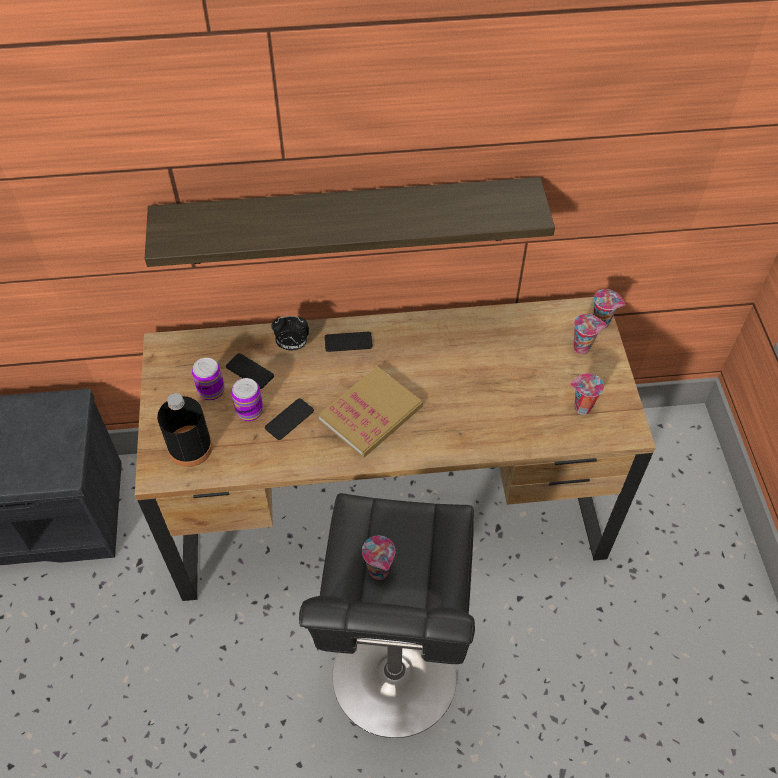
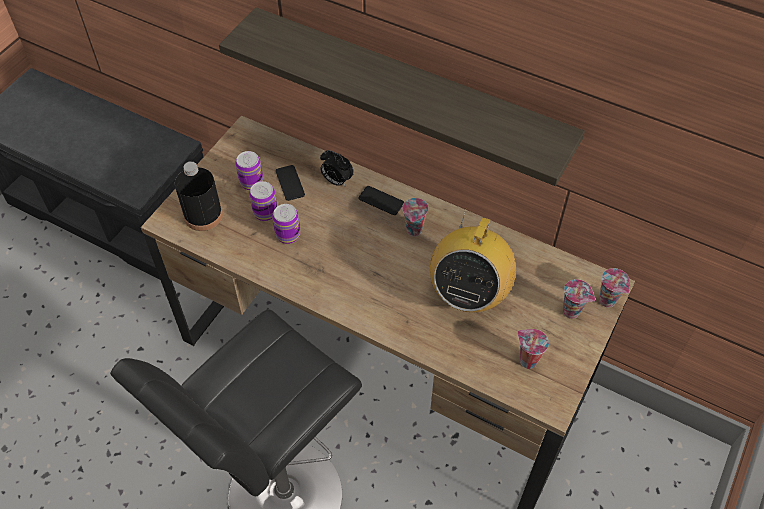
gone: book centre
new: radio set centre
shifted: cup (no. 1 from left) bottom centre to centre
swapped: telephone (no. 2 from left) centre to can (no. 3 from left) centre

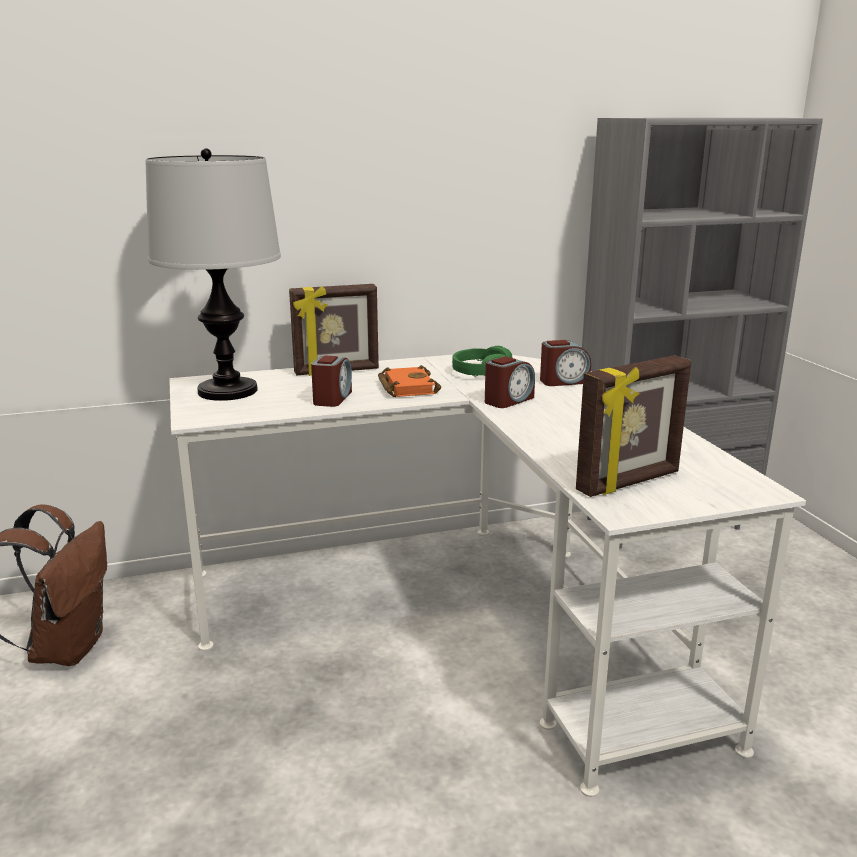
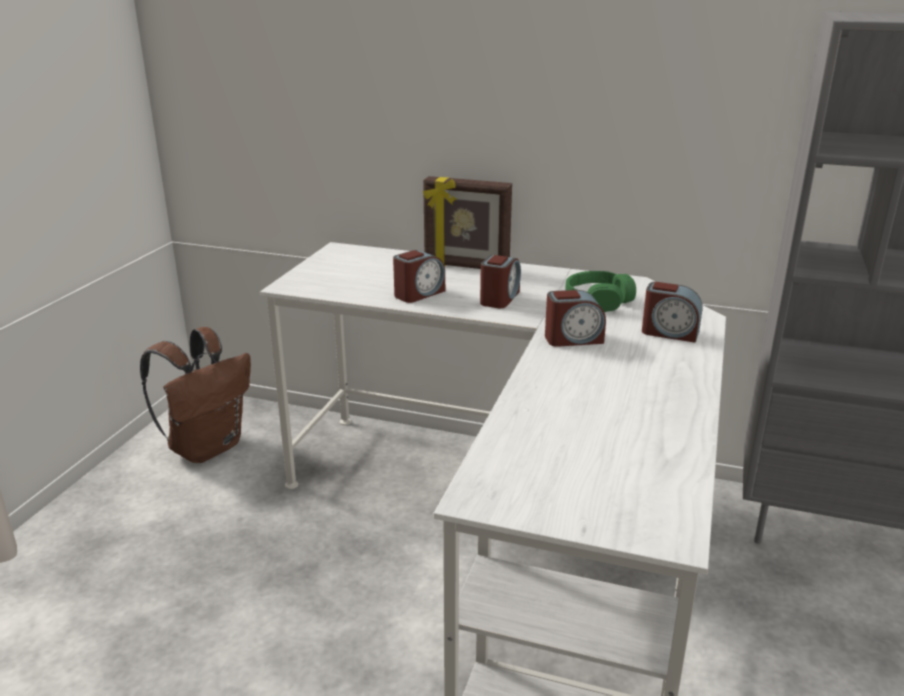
gone: tabletop lamp top left; standing frame (no. 2 from left) middle right
swapped: orange book centre to alarm clock (no. 2 from left) centre

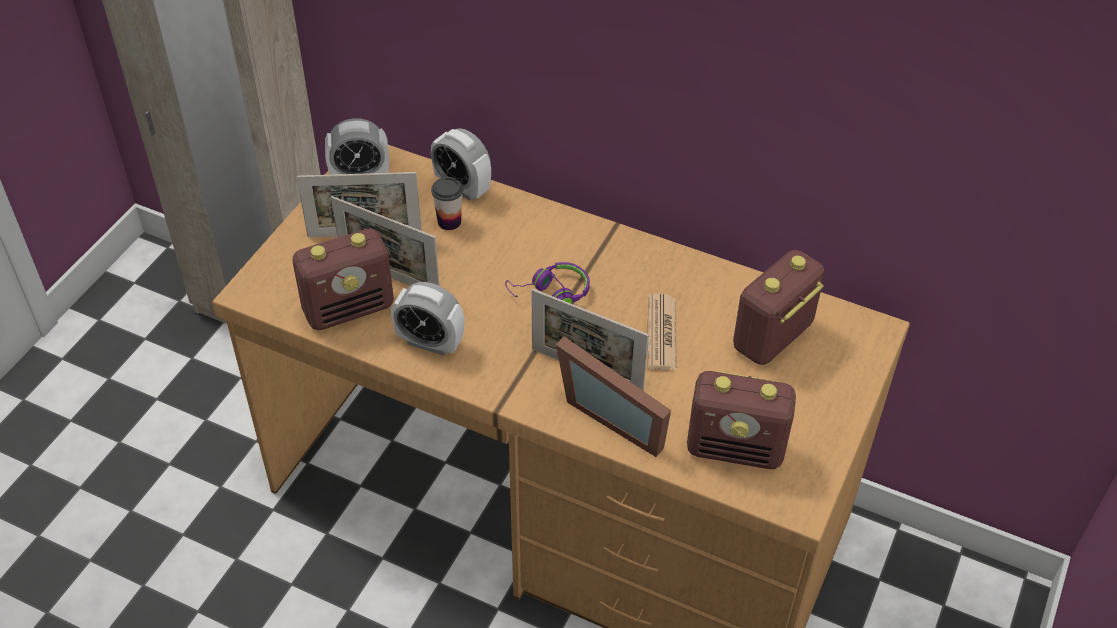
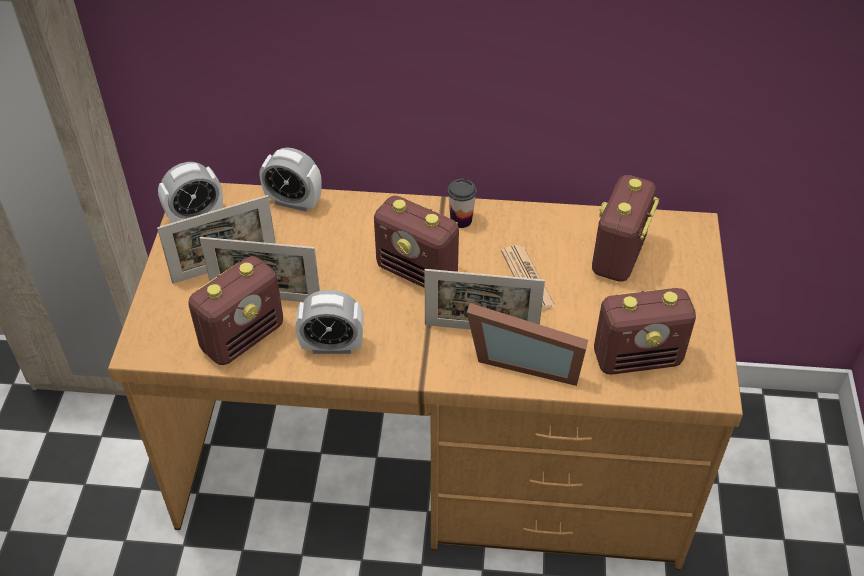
shifted: cup top centre to centre
swapped: purple headset centre to radio set (no. 2 from left) centre

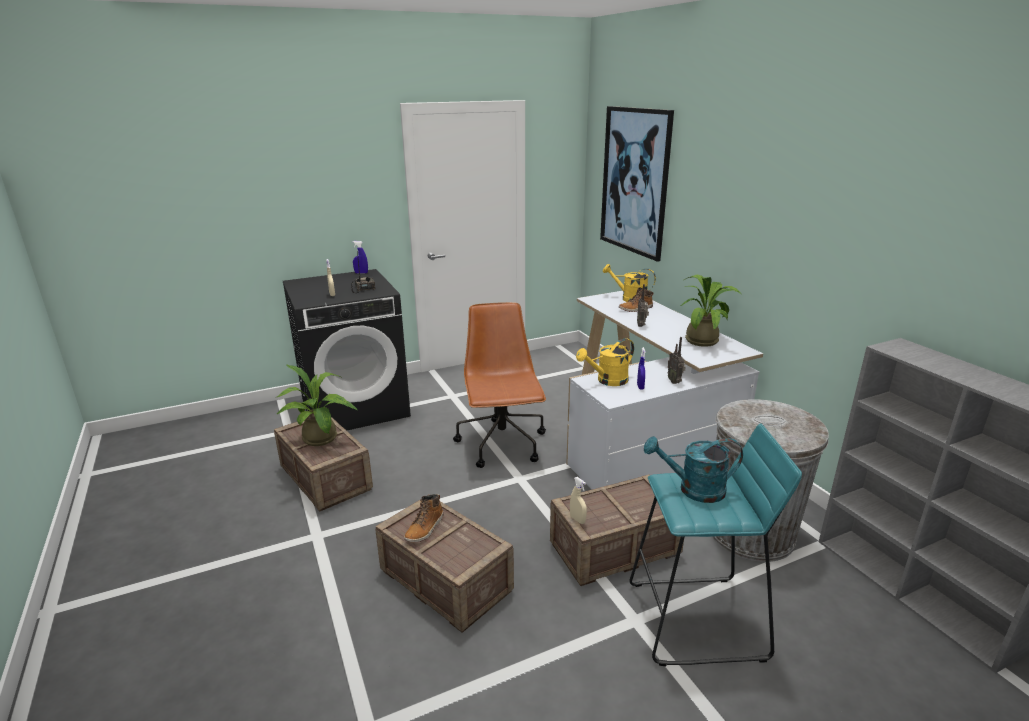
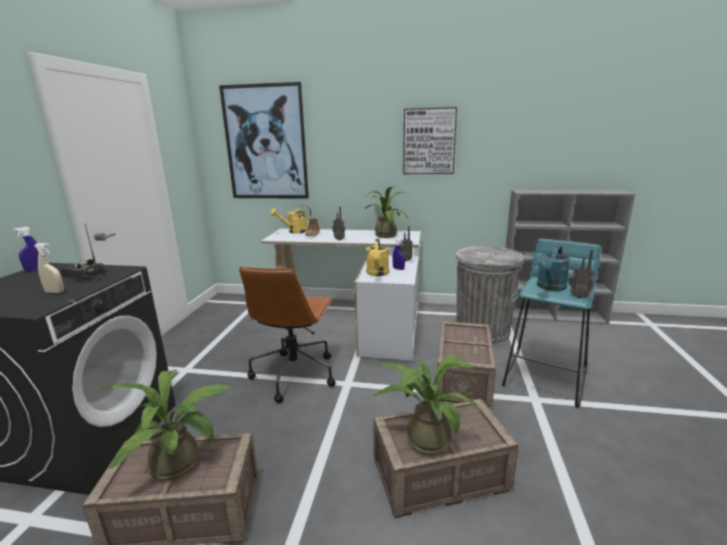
gone: beige-coloured sprayer (no. 2 from left) bottom centre
new: picture (no. 2 from left) top centre; radio set (no. 4 from left) middle right
swapped: tall boot (no. 1 from left) bottom centre to plant in a pot (no. 3 from left) bottom centre
rotated: brown-coloured office chair centre = centre 105 degrees counterclockwise

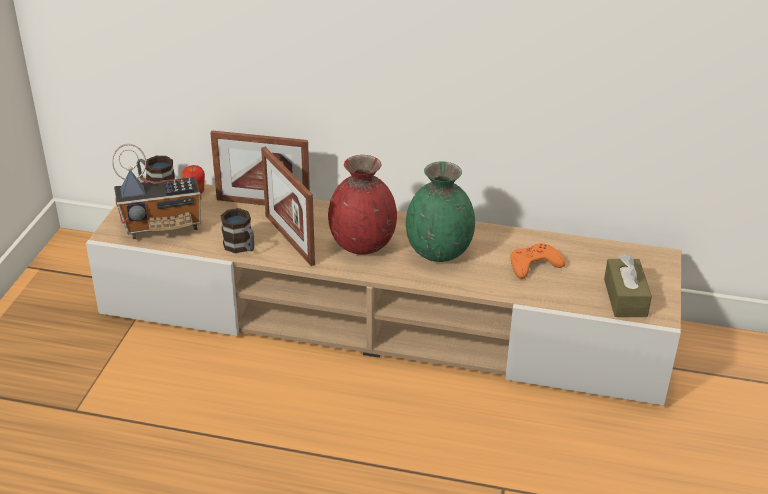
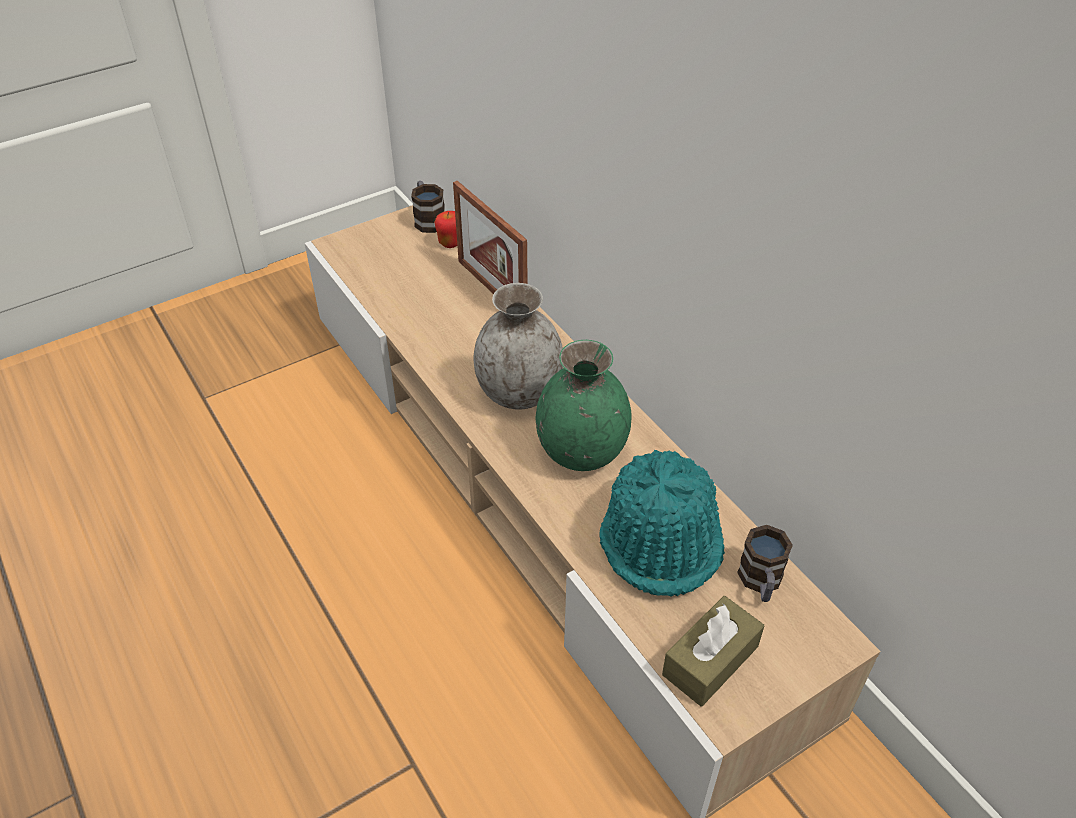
gone: radio set middle left; standing frame (no. 2 from left) centre
shifted: mug (no. 2 from left) middle left to bottom right
swapped: orange game controller middle right to turquoise hat centre
repainted: reddish flower vase centre to grey flower vase centre

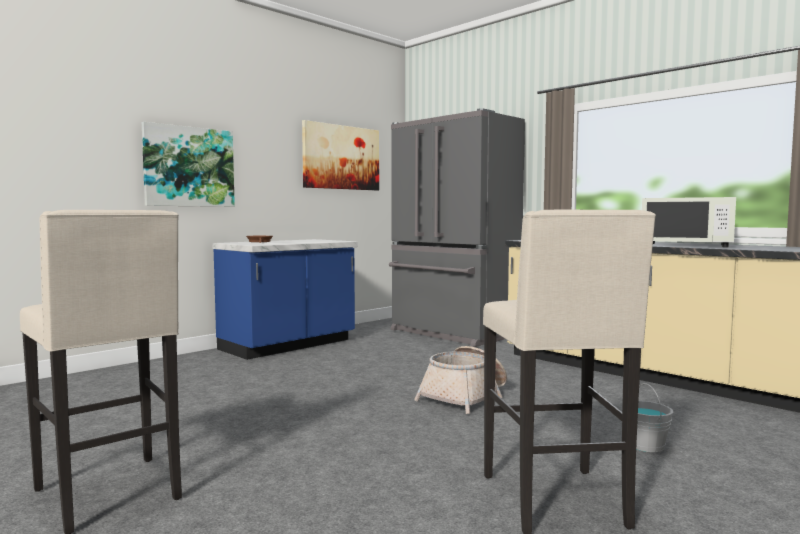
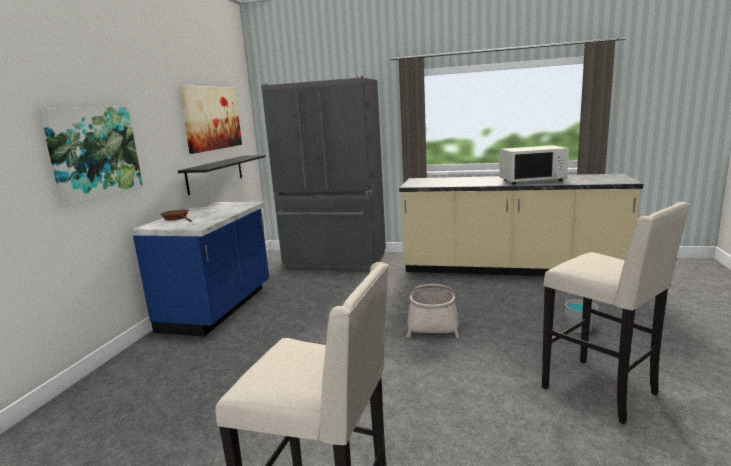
new: black-coloured shelf middle left

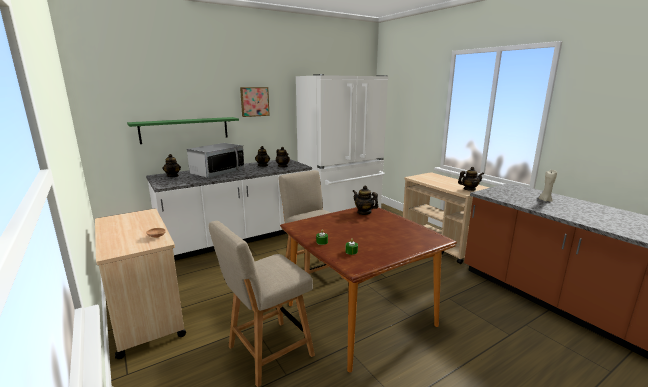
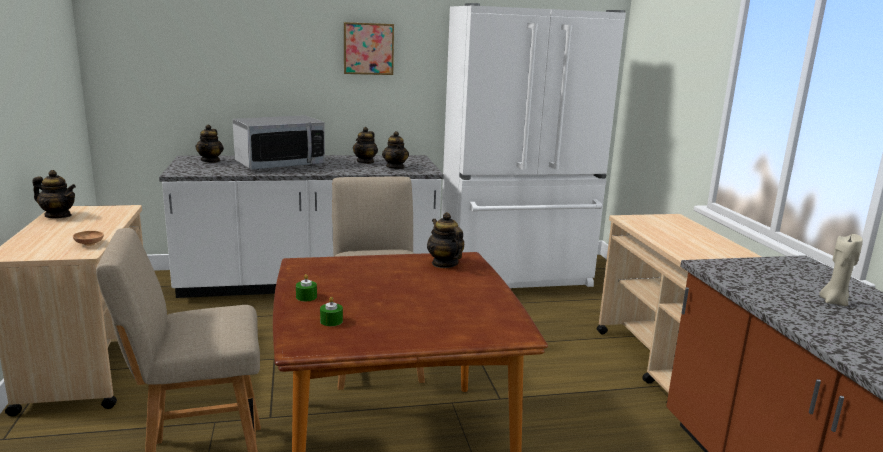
gone: green-coloured shelf middle left
shifted: tea pot (no. 5 from left in the first image) middle right to tea pot (no. 1 from left) middle left

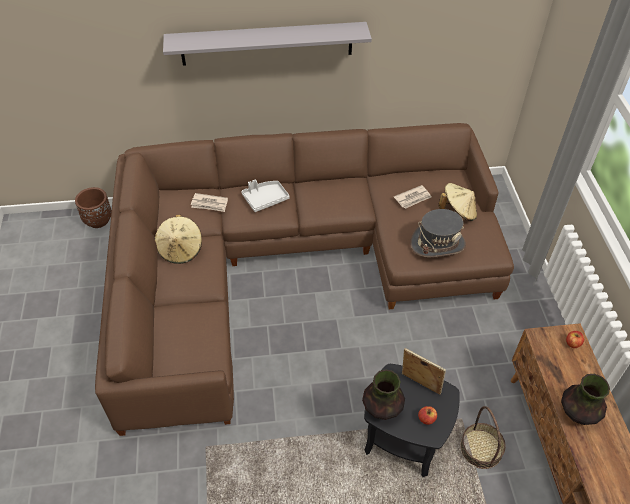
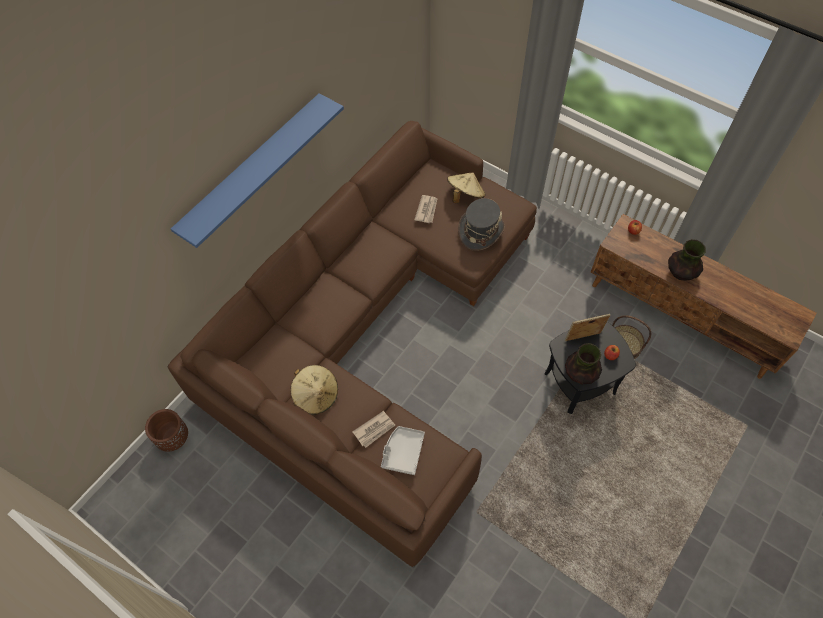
shifted: printed paper (no. 1 from left) middle left to bottom centre; grey tray centre to bottom centre
repainted: grey shelf top centre to blue shelf top left

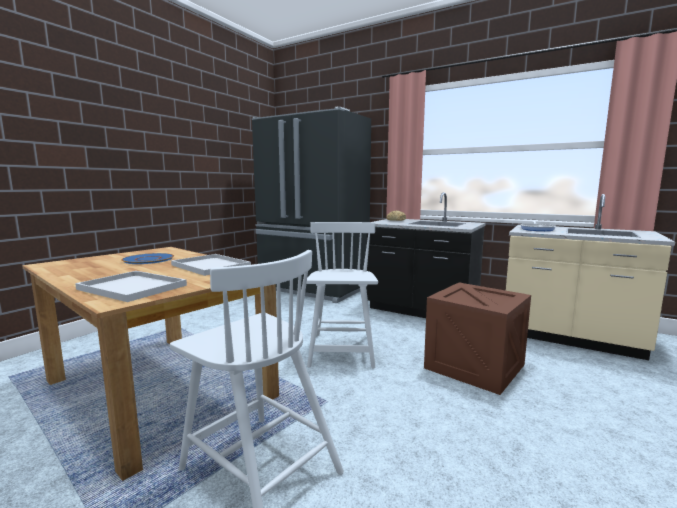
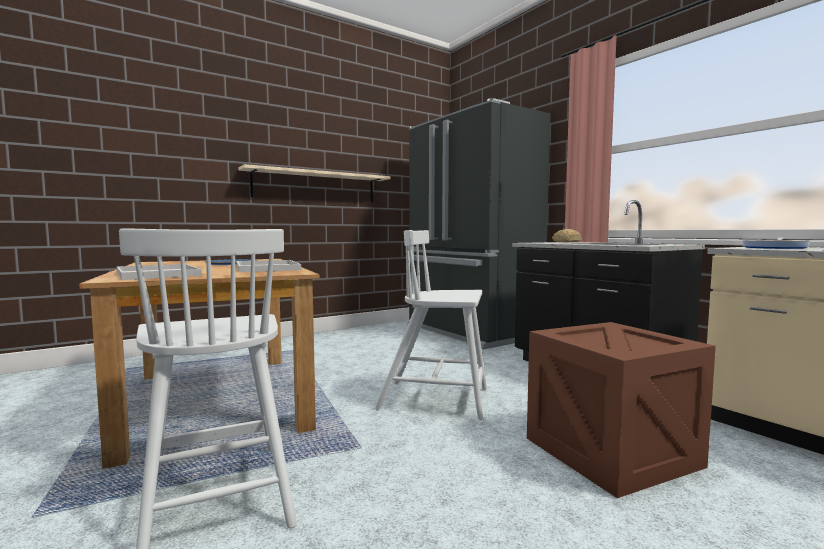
new: beige-coloured shelf centre
rotated: white plain chair (no. 2 from left) centre = centre 105 degrees counterclockwise

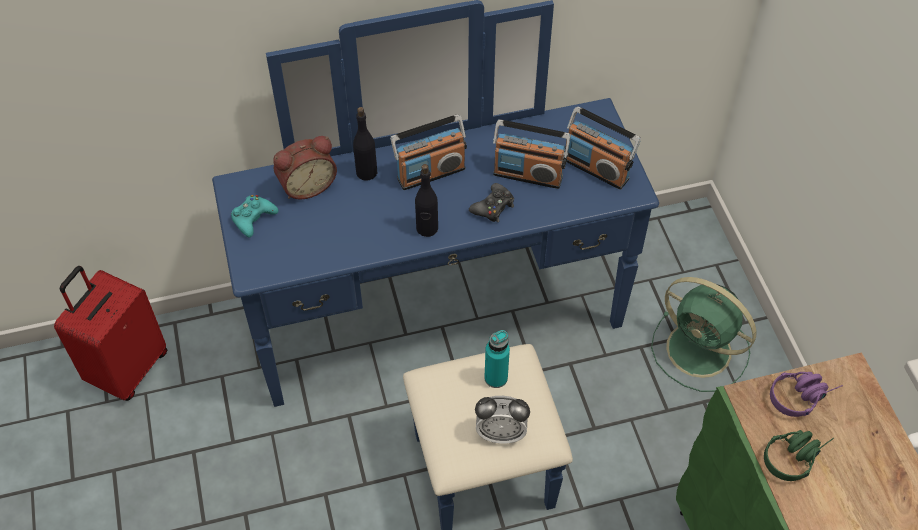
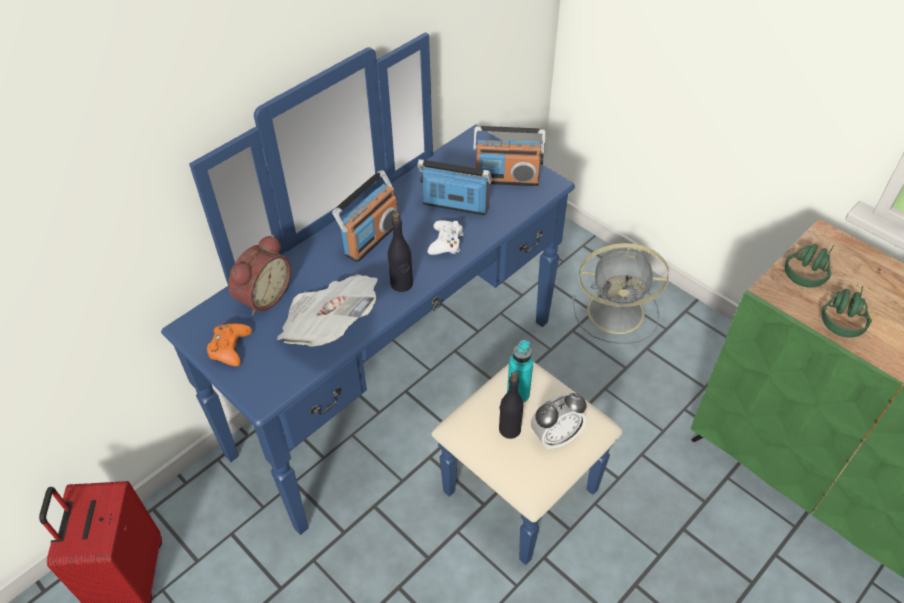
new: printed paper centre
shifted: black-coloured drink bottle (no. 1 from left in the first image) top centre to black-coloured drink bottle (no. 2 from left) bottom centre
repainted: turquoise game controller middle left to orange game controller middle left; black-coloured game controller centre to white game controller centre; green-coloured cooling fan middle right to grey cooling fan middle right; purple headset bottom right to green-coloured headset (no. 1 from left) middle right
rotated: radio set (no. 2 from left) top centre = top centre 150 degrees counterclockwise

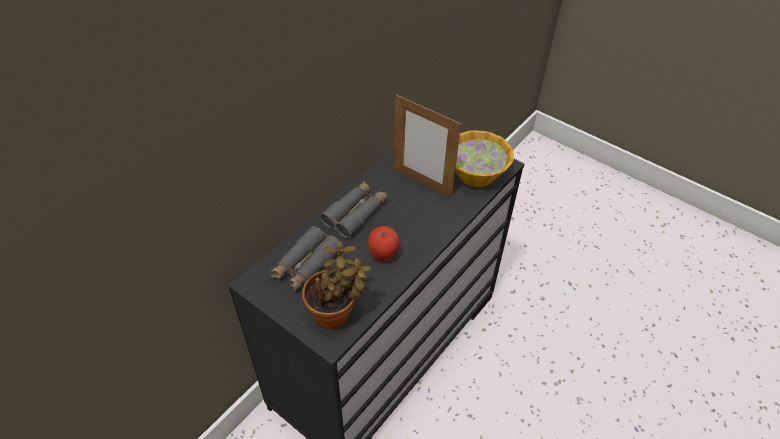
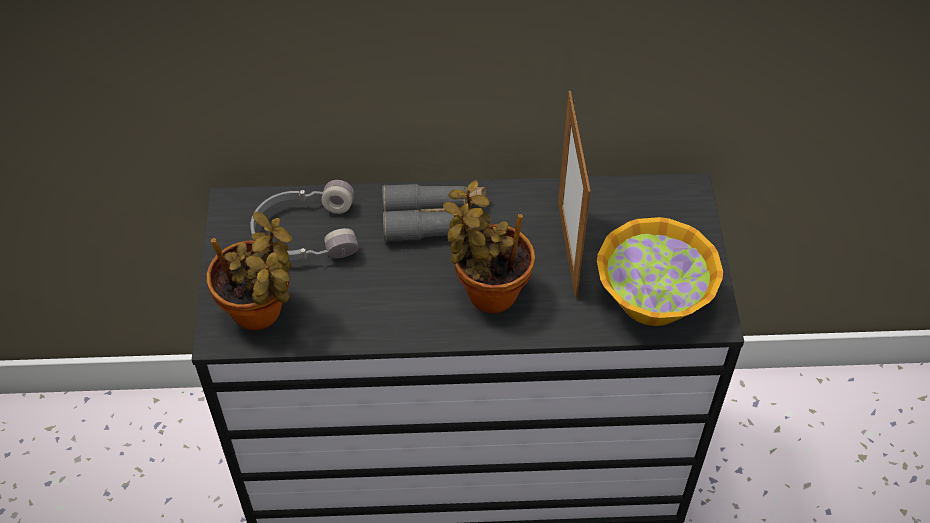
gone: apple fruit centre
new: plant in a pot (no. 2 from left) centre
swapped: grey pair of binoculars (no. 1 from left) centre to grey headset middle left

